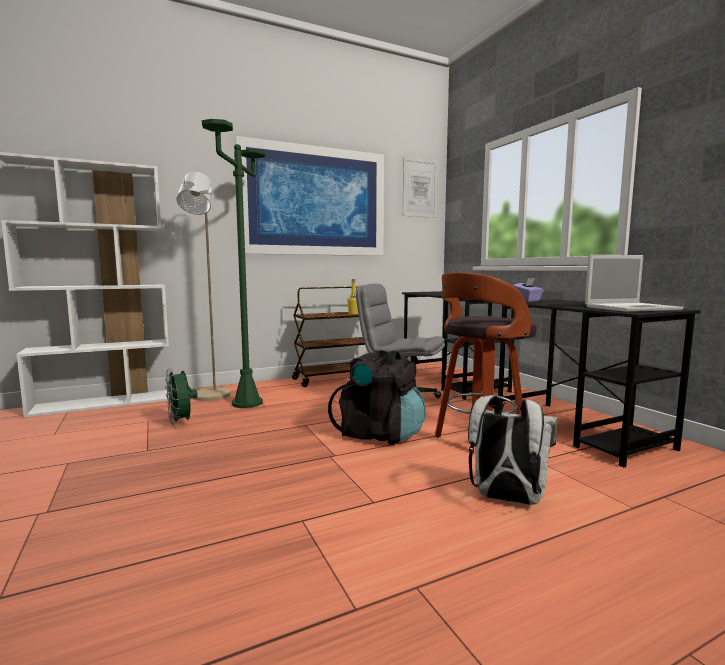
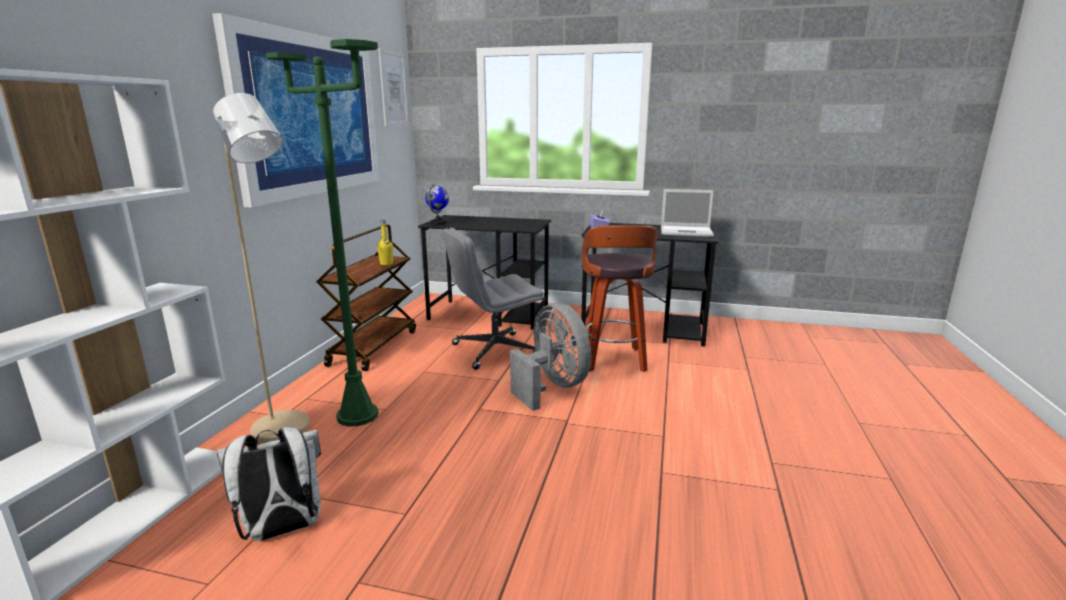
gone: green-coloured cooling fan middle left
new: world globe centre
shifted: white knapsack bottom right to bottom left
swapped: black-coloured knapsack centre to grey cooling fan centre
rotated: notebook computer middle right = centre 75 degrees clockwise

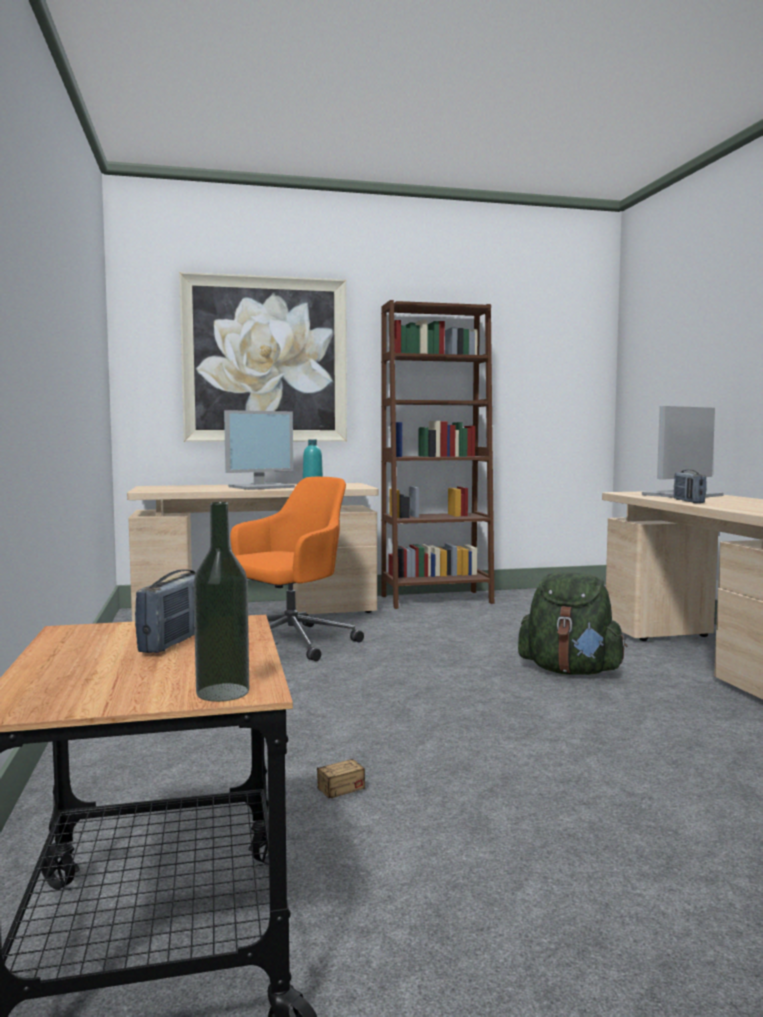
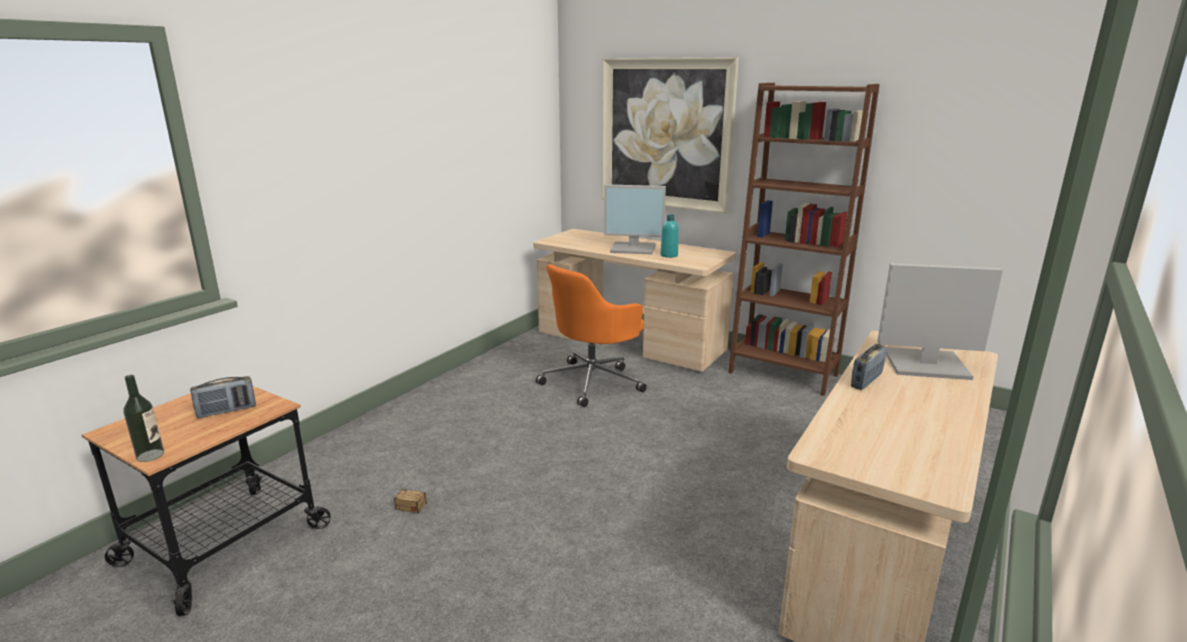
gone: green-coloured knapsack middle right
rotated: orange office chair centre = centre 135 degrees clockwise

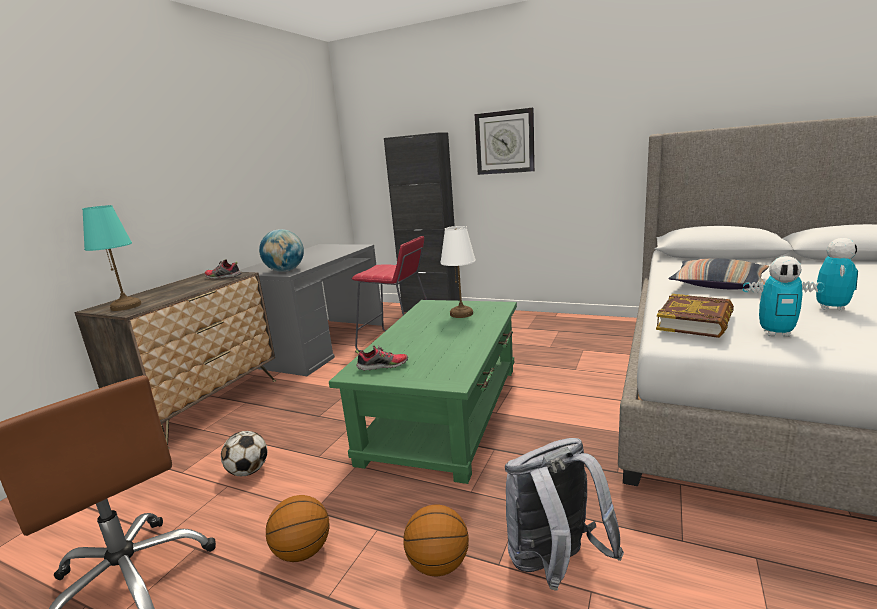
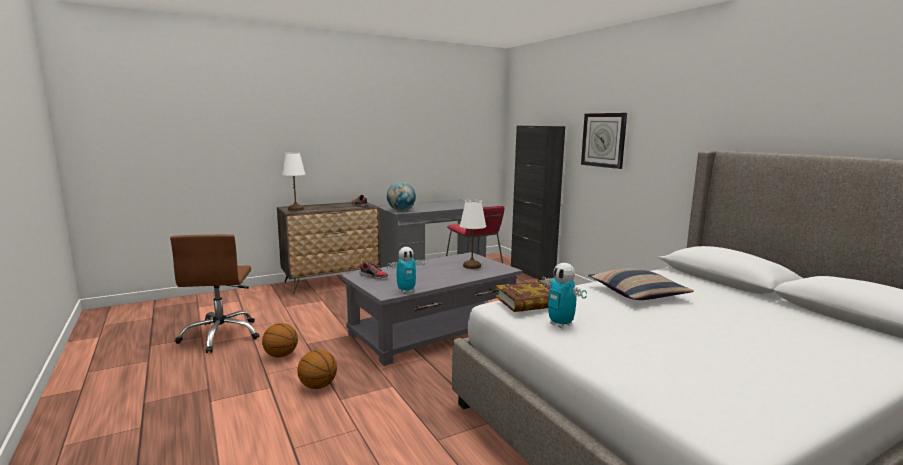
gone: football bottom left; grey knapsack bottom centre
shifted: model robot (no. 2 from left in the first image) middle right to model robot (no. 1 from left) centre
repainted: turquoise tabletop lamp middle left to white tabletop lamp (no. 1 from left) middle left; green-coloured lounge table centre to grey lounge table centre

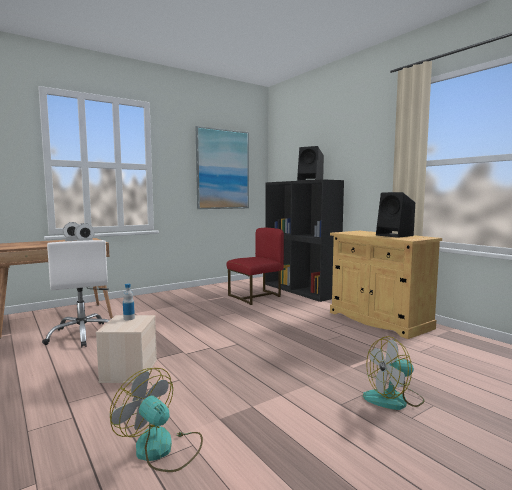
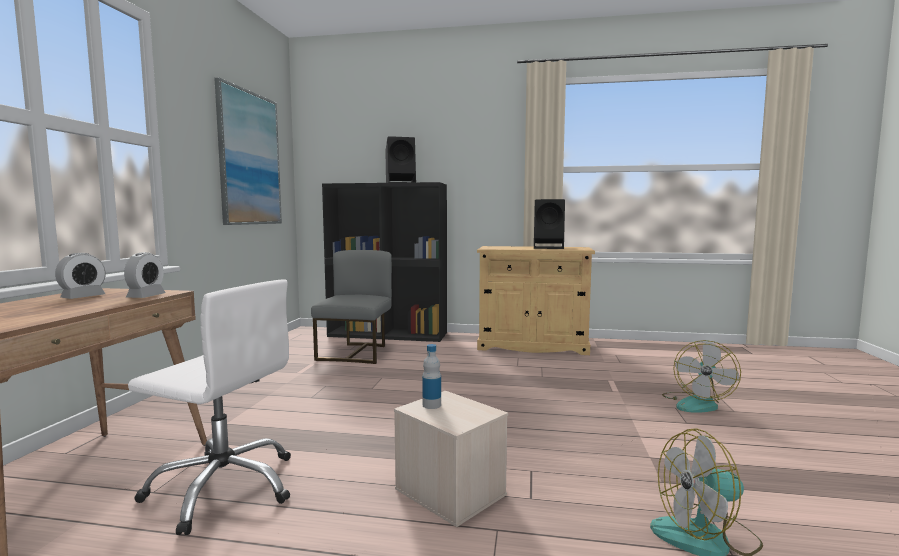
repainted: reddish plain chair centre to grey plain chair centre

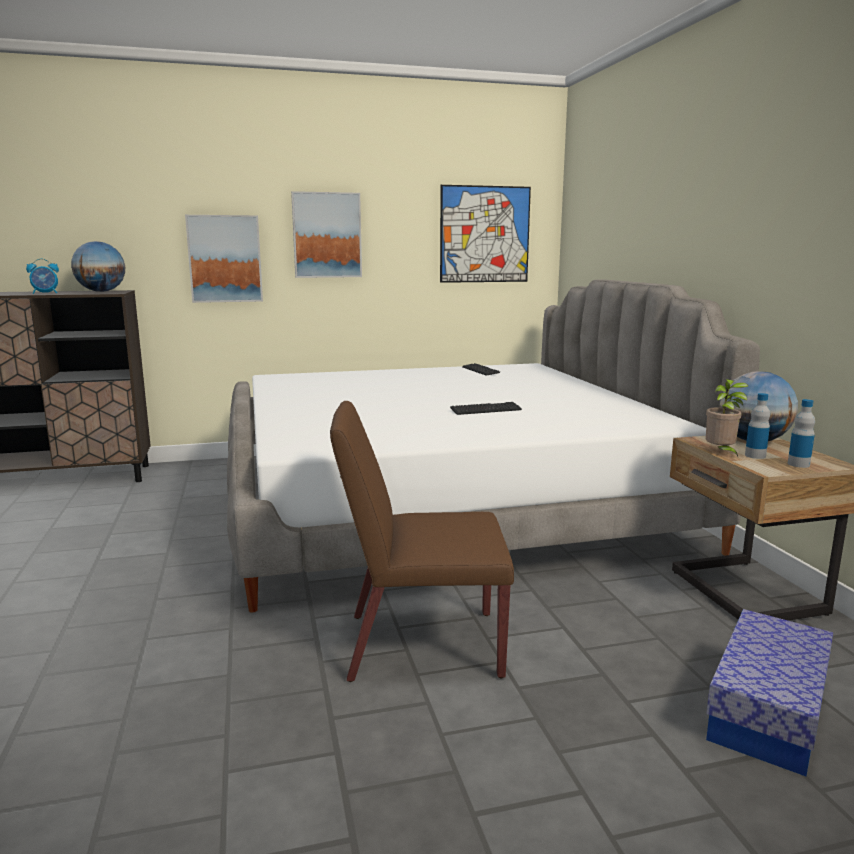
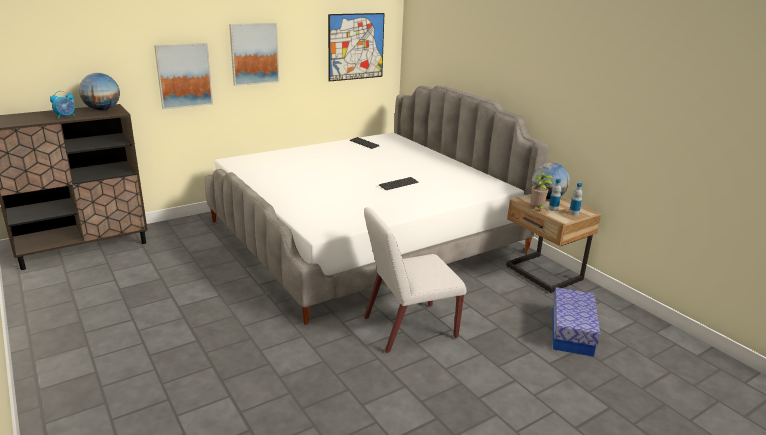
repainted: brown-coloured plain chair centre to white plain chair centre

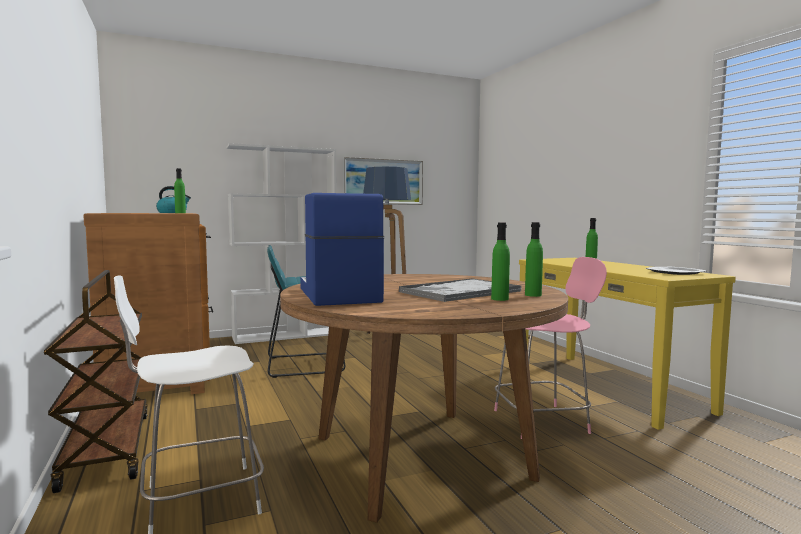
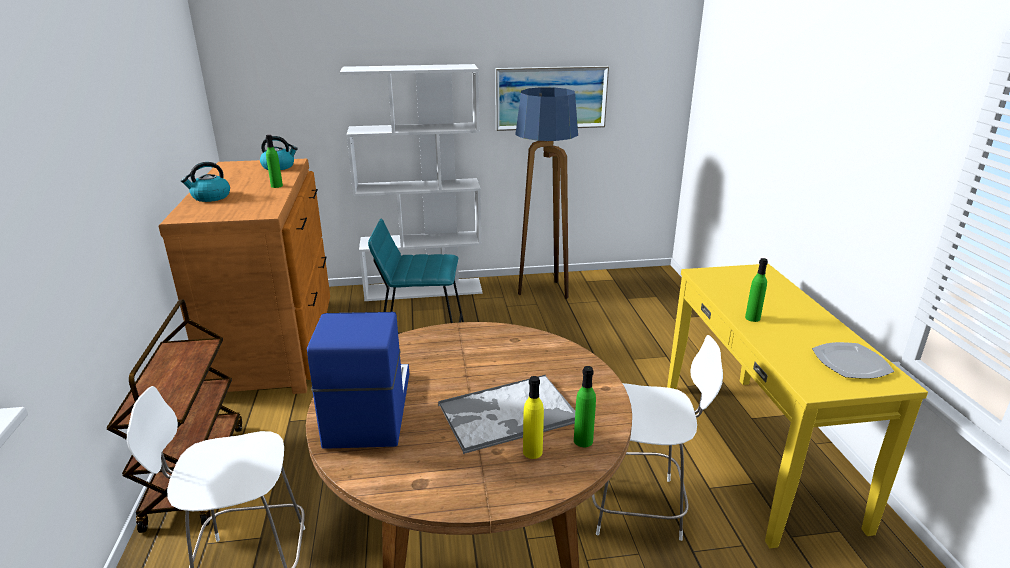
new: water kettle (no. 1 from left) top left
repainted: green-coloured drink bottle (no. 2 from left) centre to yellowish drink bottle bottom centre; pink plain chair middle right to white plain chair (no. 2 from left) bottom centre

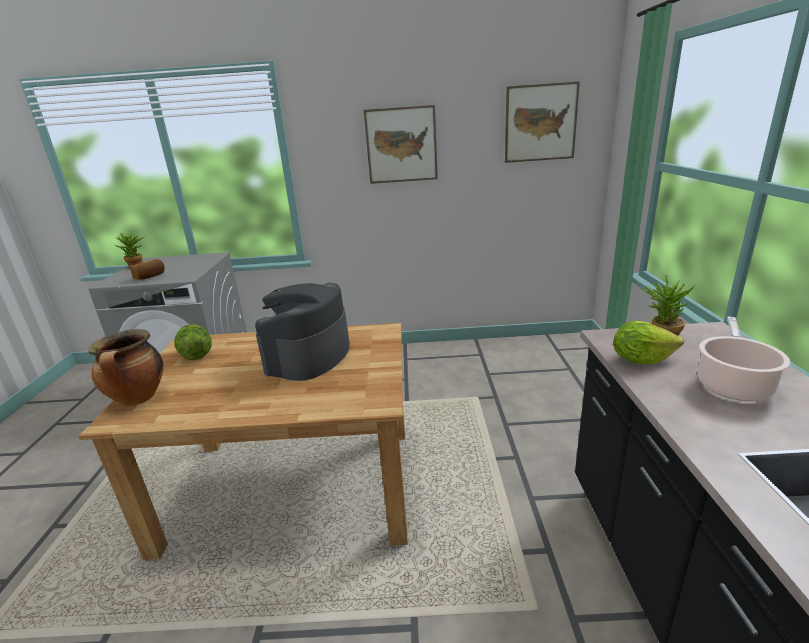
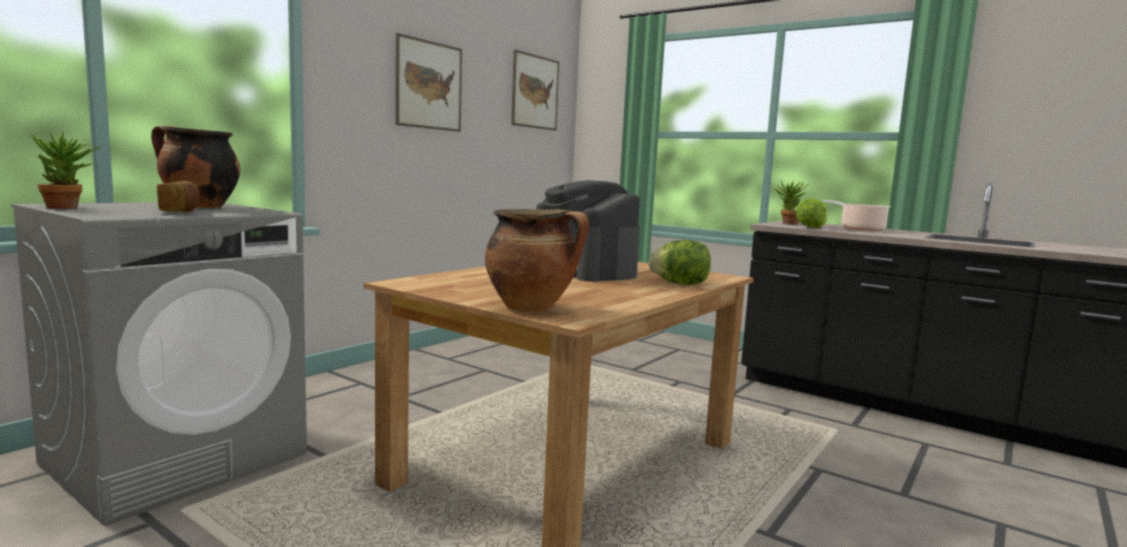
new: saucepot (no. 1 from left) top left
shifted: lettuce head (no. 1 from left) middle left to centre

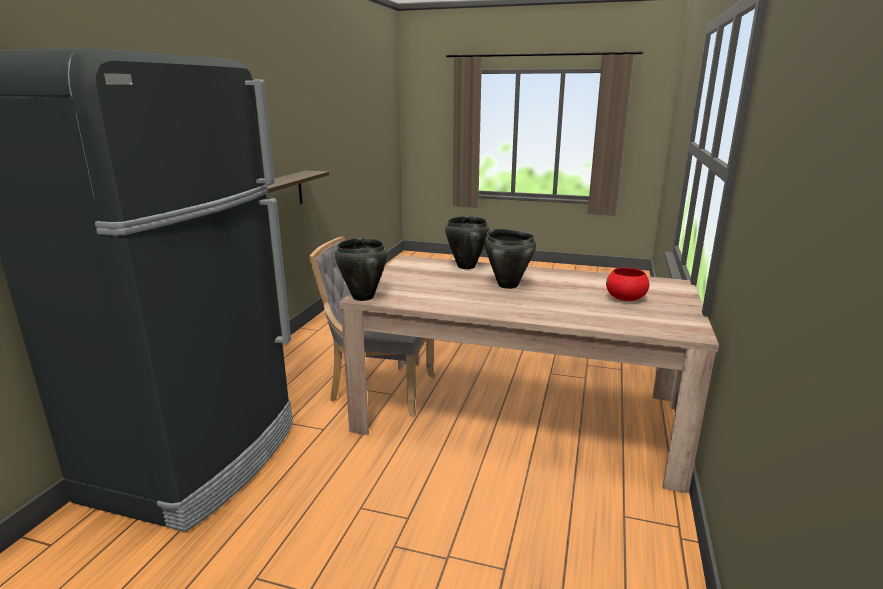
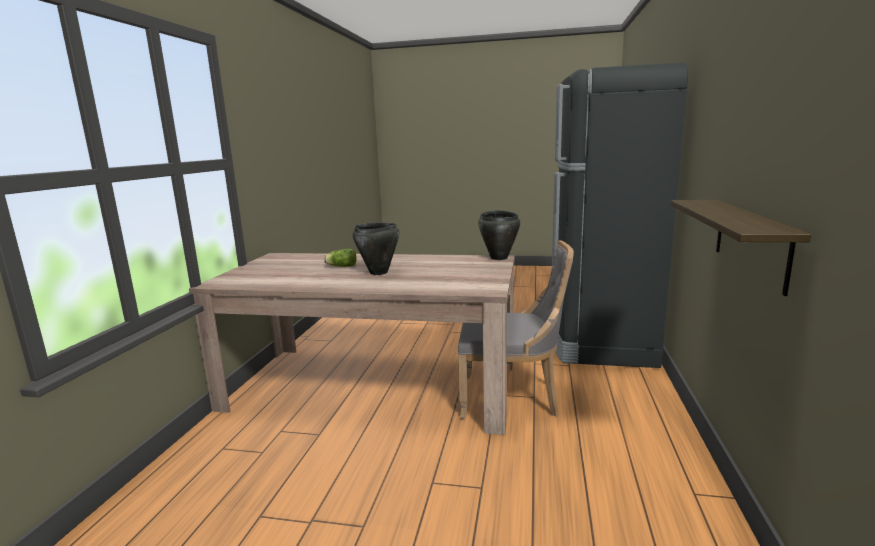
gone: black-coloured saucepot (no. 2 from left) centre; reddish bowl middle right
new: lettuce head centre

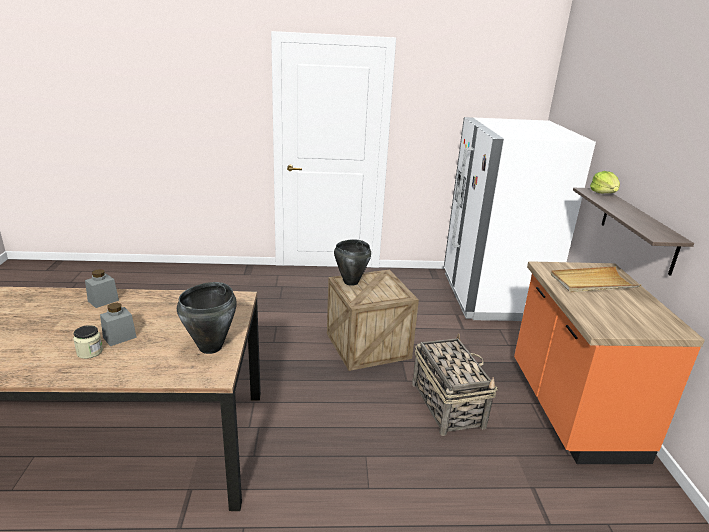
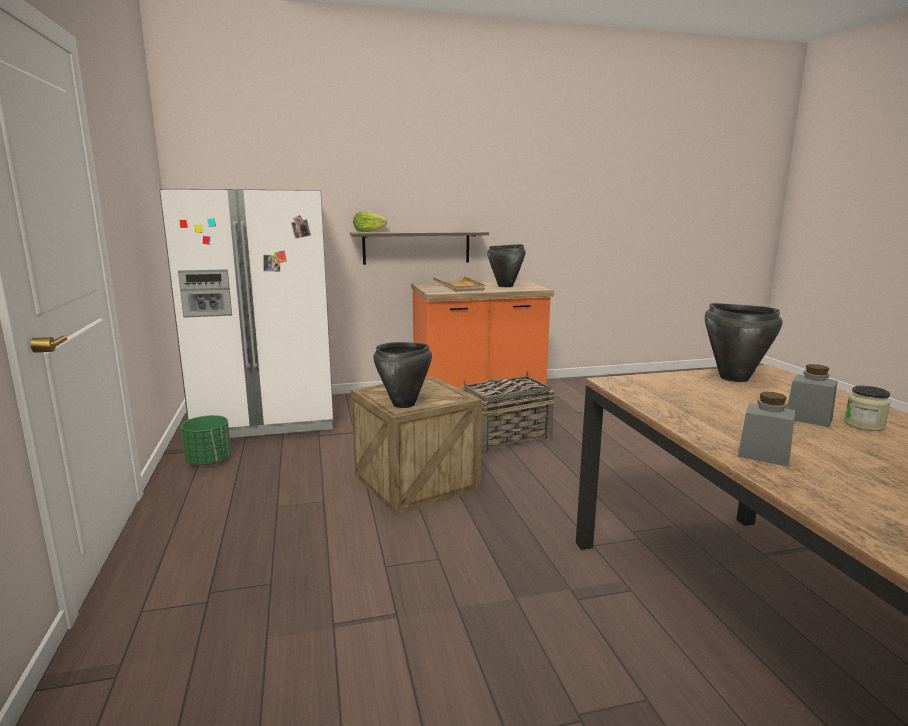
new: green-coloured planter middle left; black-coloured saucepot (no. 2 from left) centre

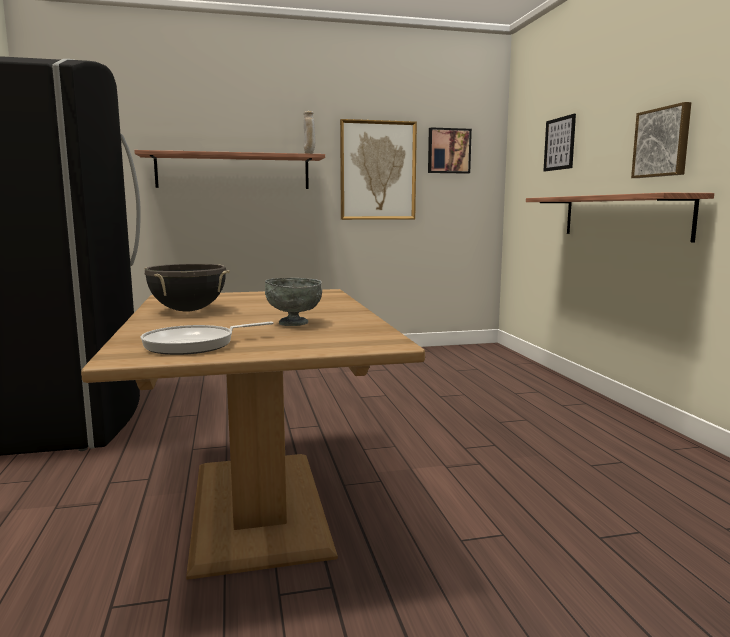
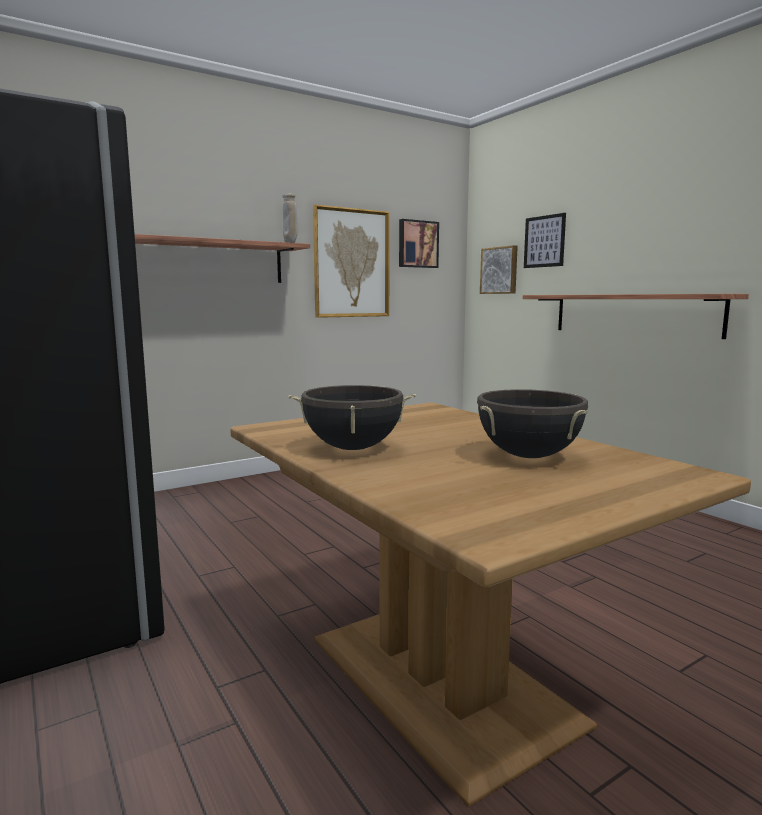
gone: skillet middle left
shifted: picture (no. 4 from left in the first image) top right to picture (no. 3 from left) top centre
swapped: grey bowl centre to black-coloured saucepot (no. 2 from left) middle right

